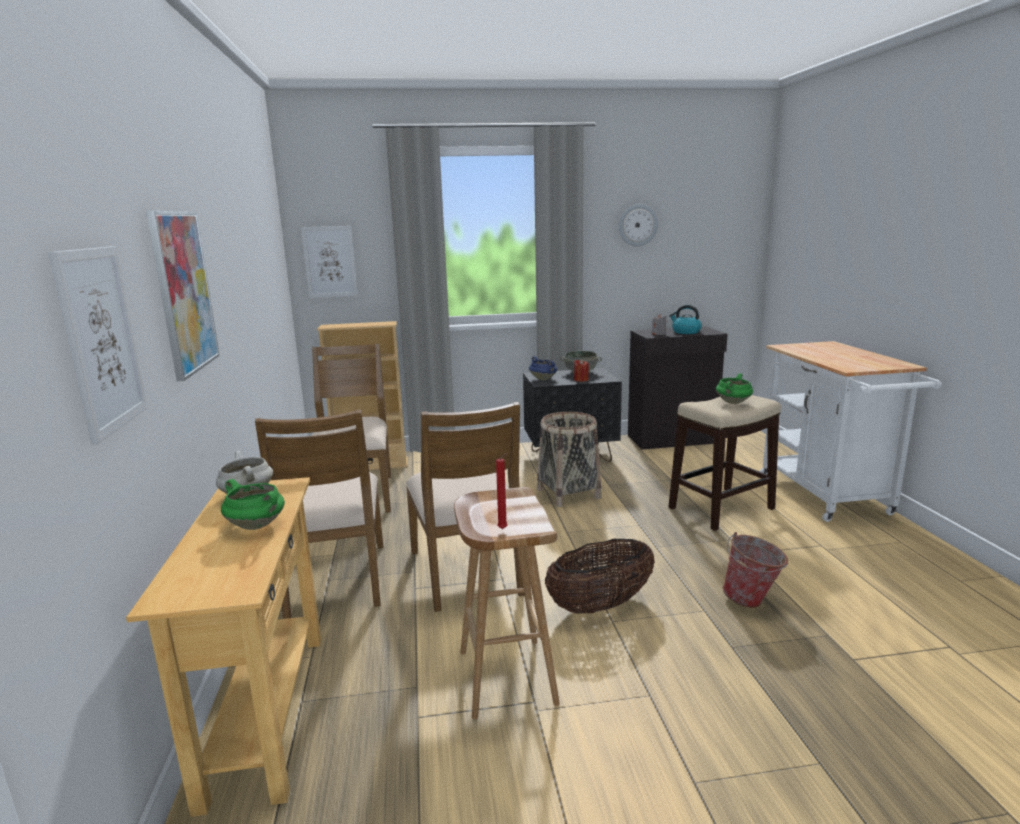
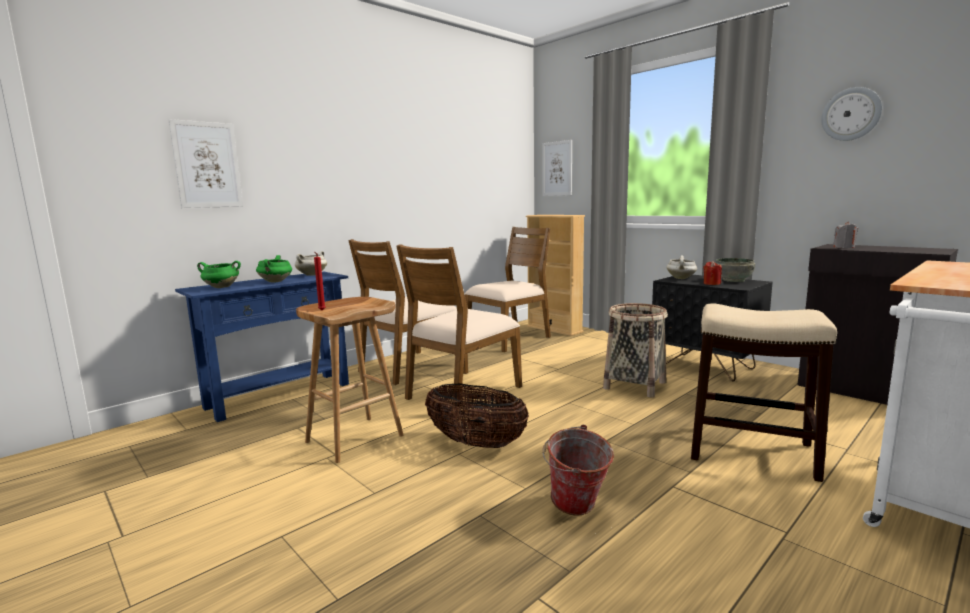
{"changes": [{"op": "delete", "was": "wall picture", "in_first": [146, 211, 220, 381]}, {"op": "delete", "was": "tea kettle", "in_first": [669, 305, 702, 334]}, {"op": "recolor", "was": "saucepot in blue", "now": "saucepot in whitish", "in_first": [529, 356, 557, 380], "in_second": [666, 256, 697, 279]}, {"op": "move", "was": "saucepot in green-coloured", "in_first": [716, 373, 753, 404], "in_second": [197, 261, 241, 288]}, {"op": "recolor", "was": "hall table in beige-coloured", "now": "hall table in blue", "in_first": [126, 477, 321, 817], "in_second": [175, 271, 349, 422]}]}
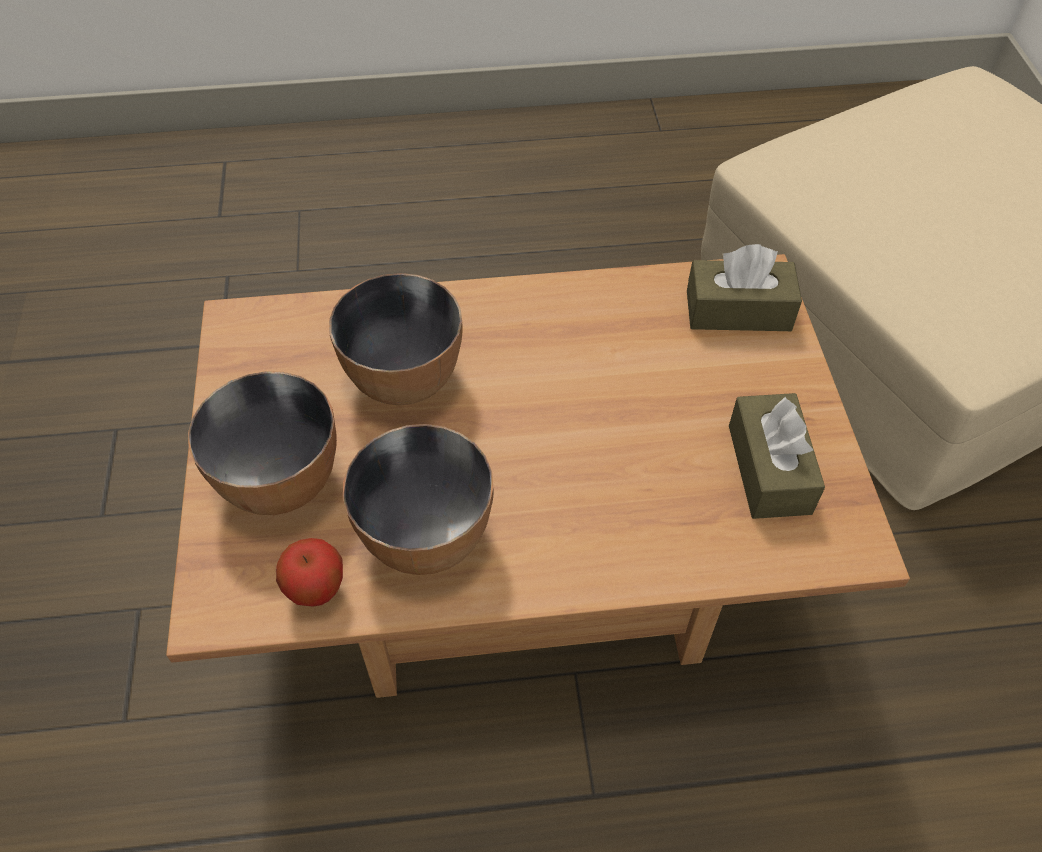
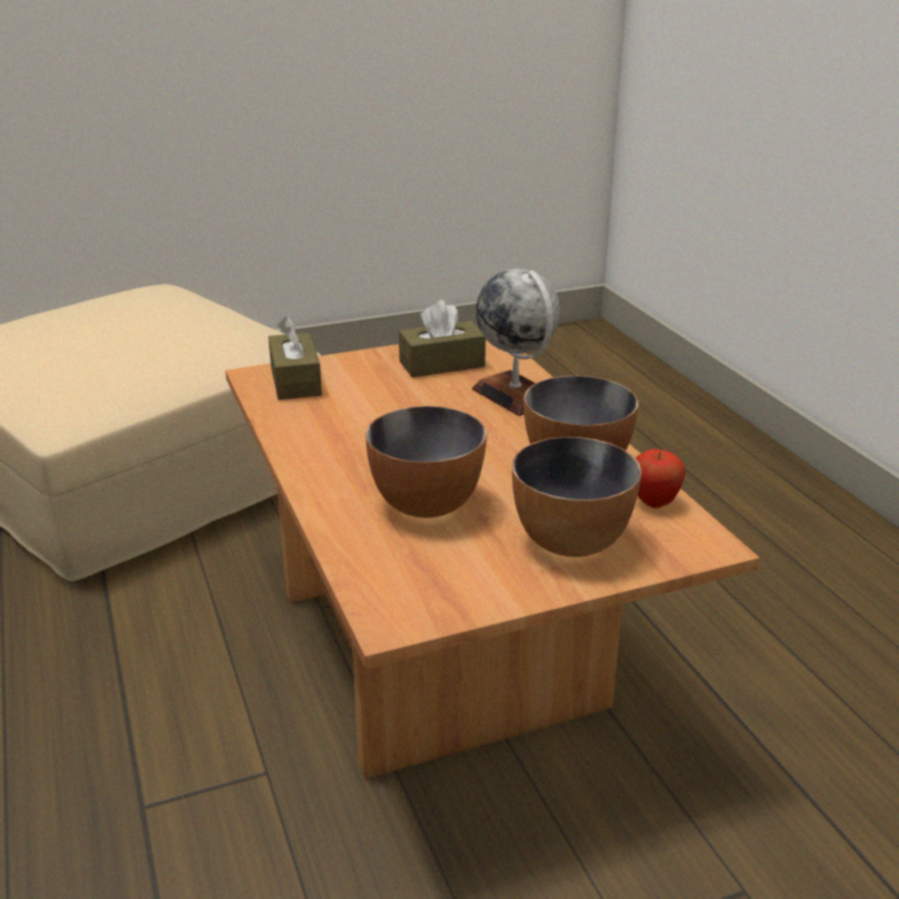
{"changes": [{"op": "insert", "now": "world globe", "in_second": [472, 269, 560, 416]}]}
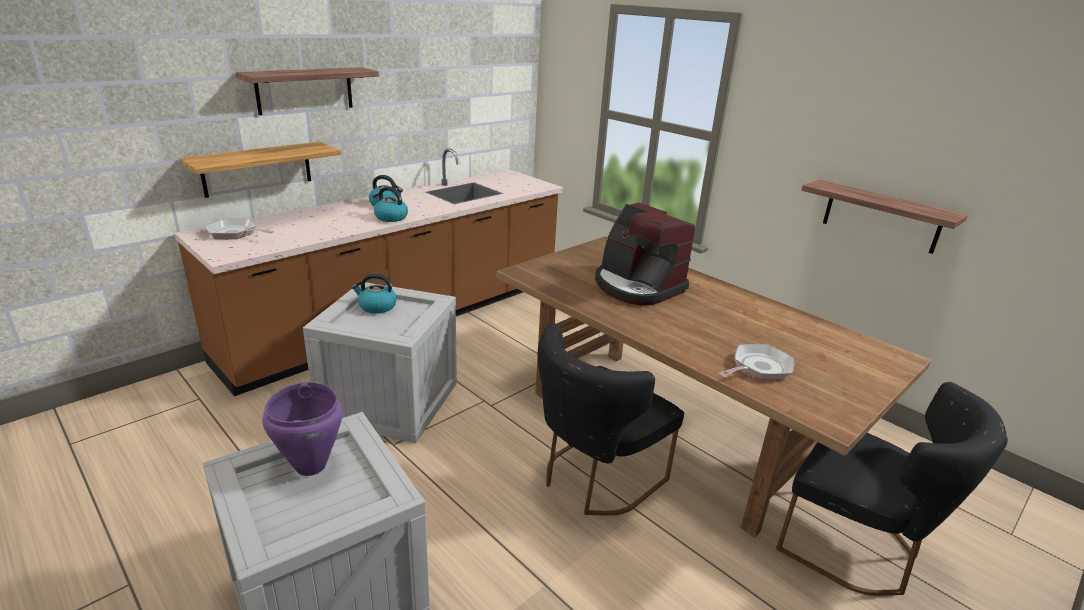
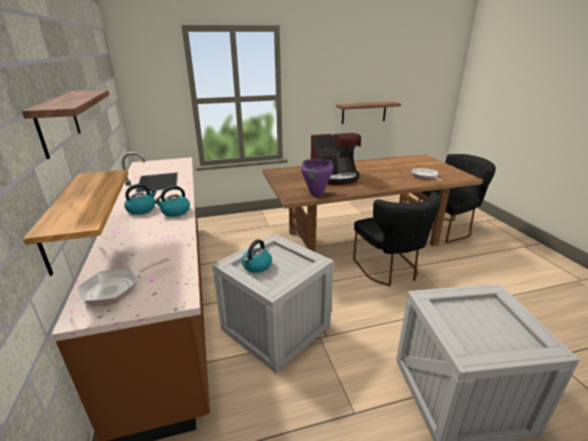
{"changes": [{"op": "move", "was": "saucepot in purple", "in_first": [262, 382, 343, 476], "in_second": [301, 159, 334, 196]}]}
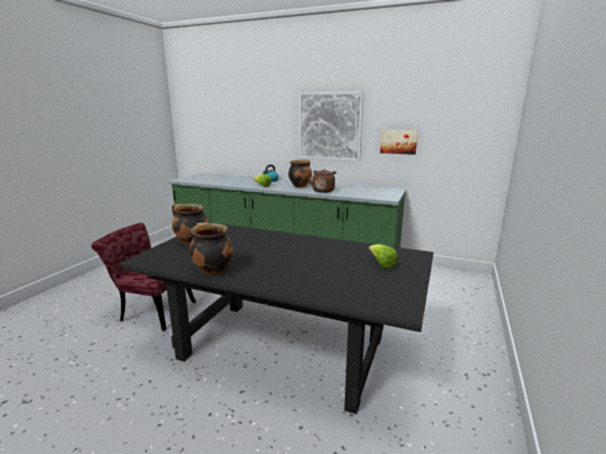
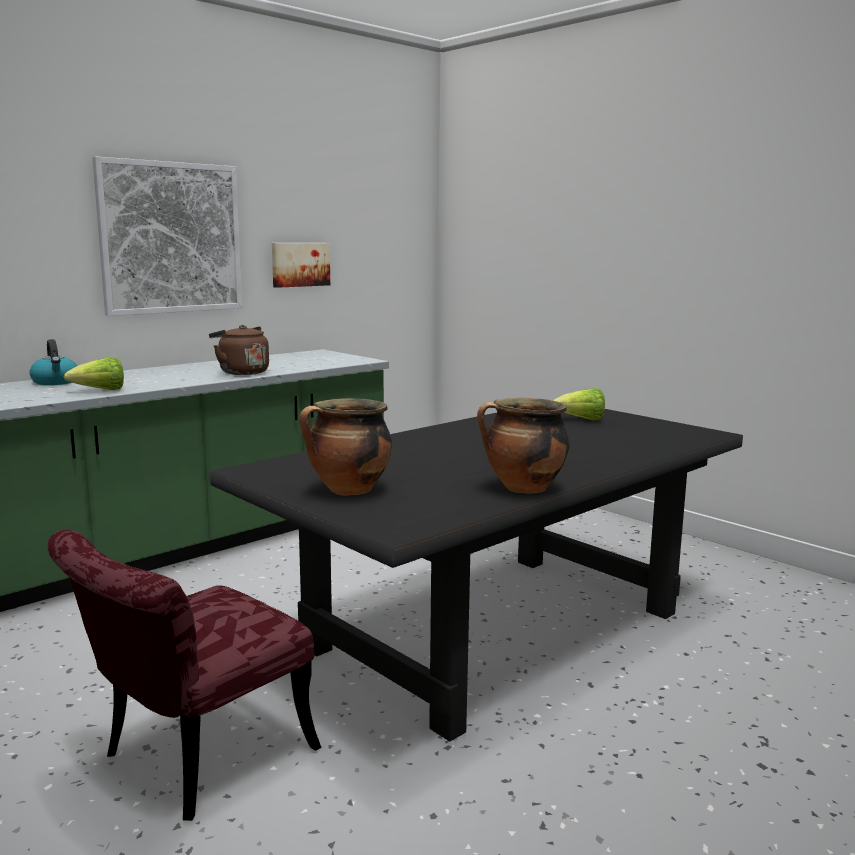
{"changes": [{"op": "delete", "was": "saucepot", "in_first": [288, 159, 312, 188]}]}
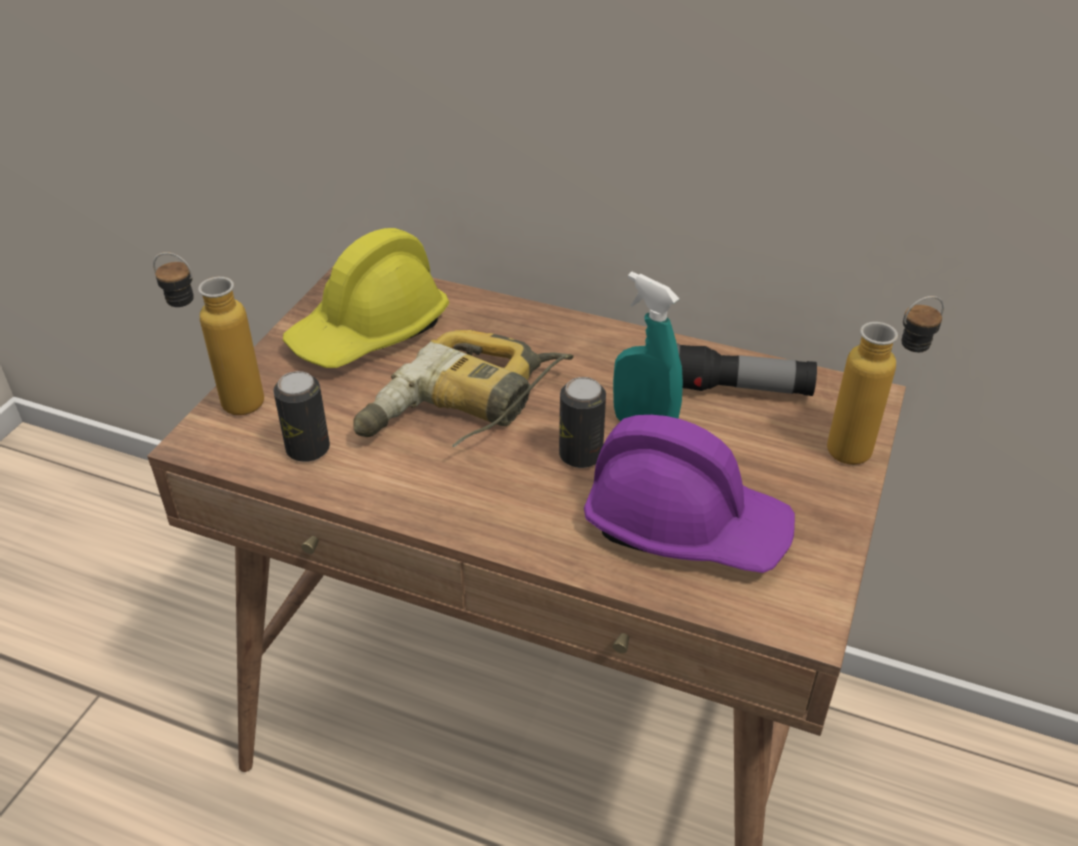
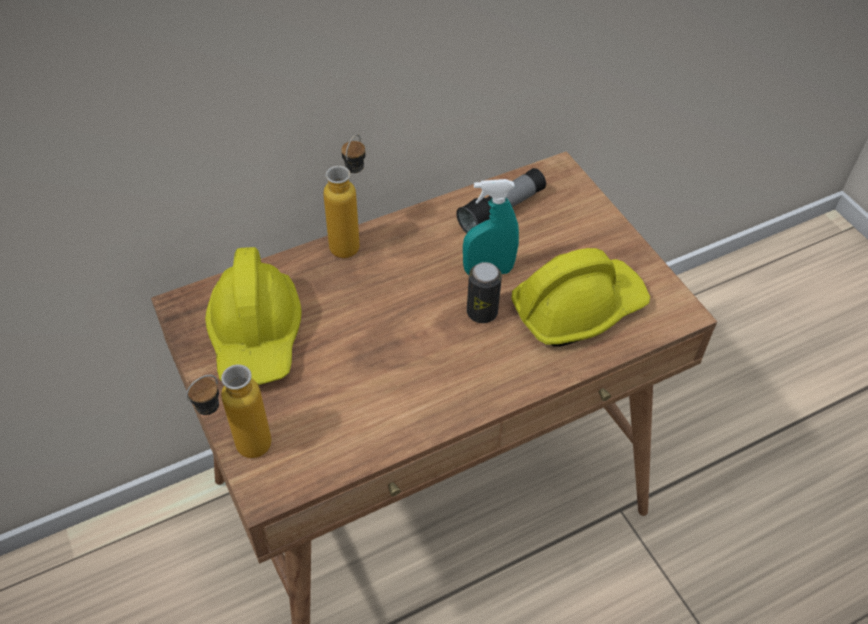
{"changes": [{"op": "move", "was": "beverage bottle", "in_first": [827, 296, 944, 465], "in_second": [323, 134, 366, 258]}, {"op": "delete", "was": "power drill", "in_first": [353, 330, 574, 447]}, {"op": "delete", "was": "sealed can", "in_first": [273, 371, 330, 462]}, {"op": "recolor", "was": "hard hat in purple", "now": "hard hat in yellow", "in_first": [584, 415, 795, 573], "in_second": [512, 248, 650, 347]}]}
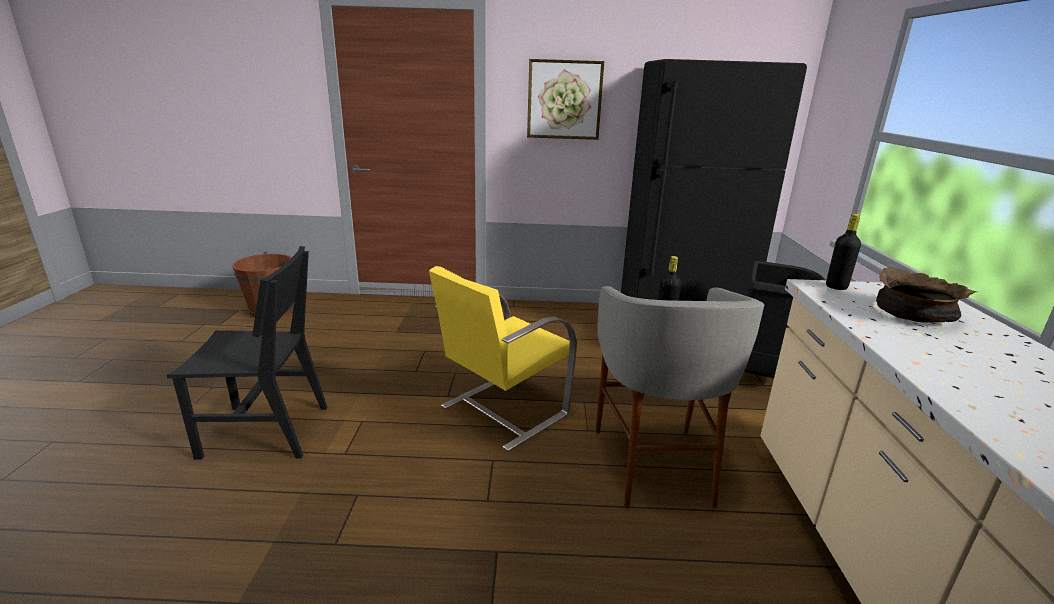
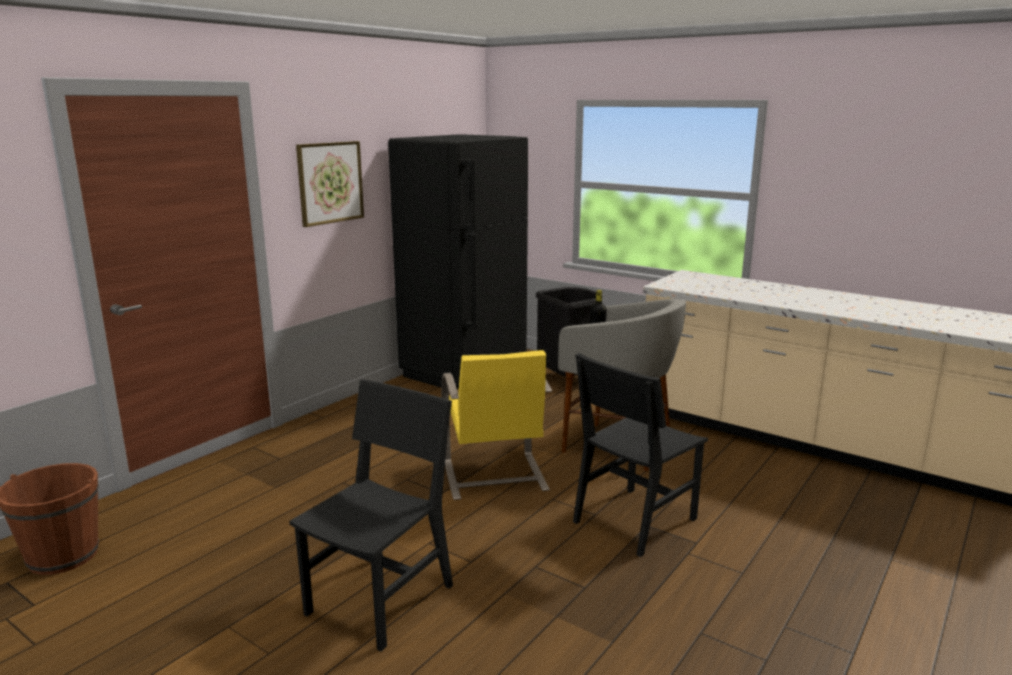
{"changes": [{"op": "delete", "was": "beverage bottle in black", "in_first": [826, 214, 861, 290]}, {"op": "delete", "was": "serving bowl in brown", "in_first": [876, 267, 977, 322]}, {"op": "insert", "now": "upright chair in black", "in_second": [573, 353, 708, 557]}]}
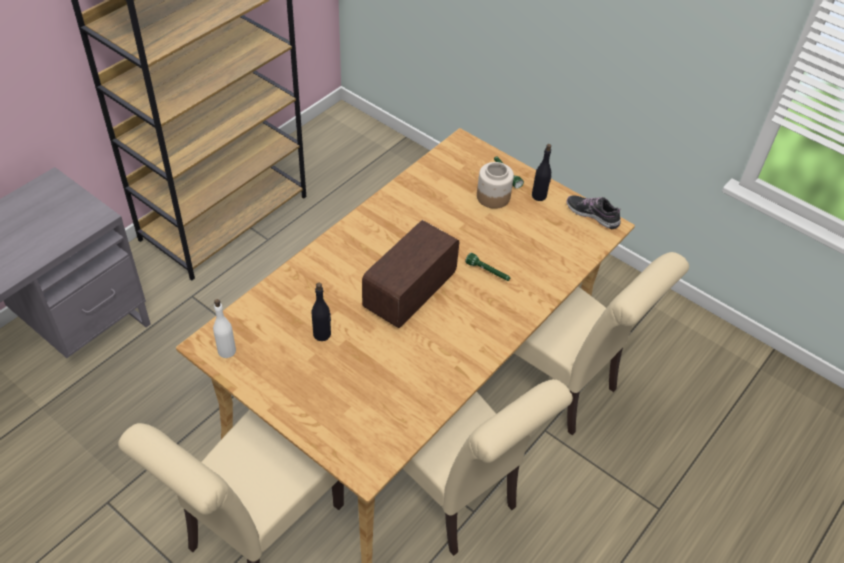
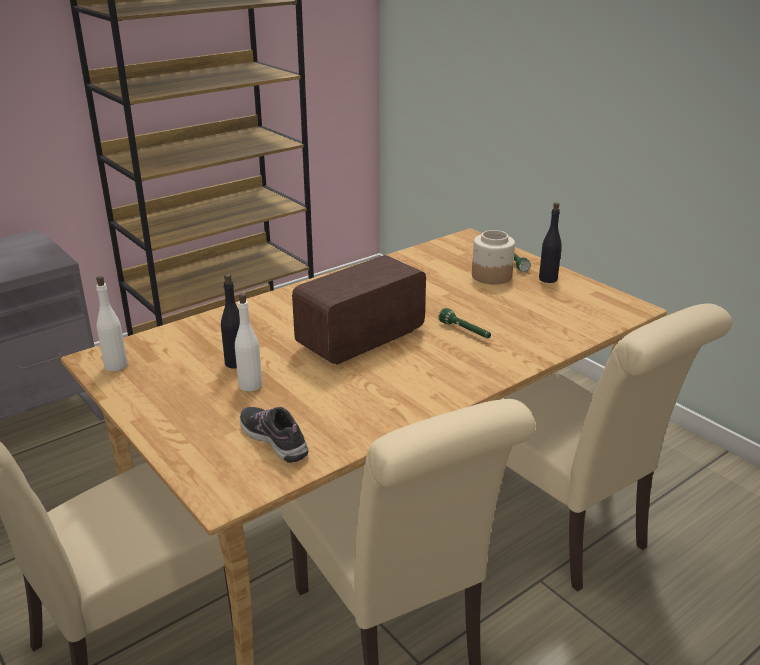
{"changes": [{"op": "move", "was": "shoe", "in_first": [567, 196, 621, 229], "in_second": [240, 407, 309, 463]}, {"op": "insert", "now": "beverage bottle in whitish", "in_second": [235, 293, 262, 391]}]}
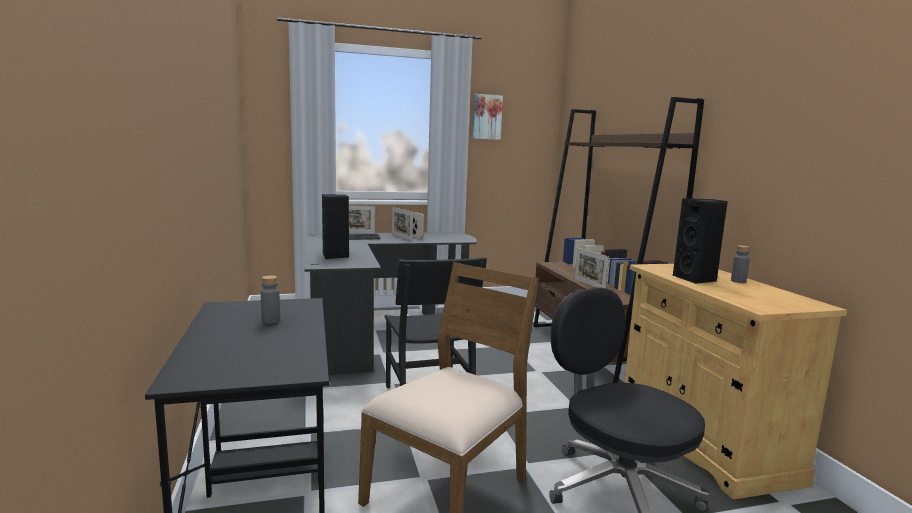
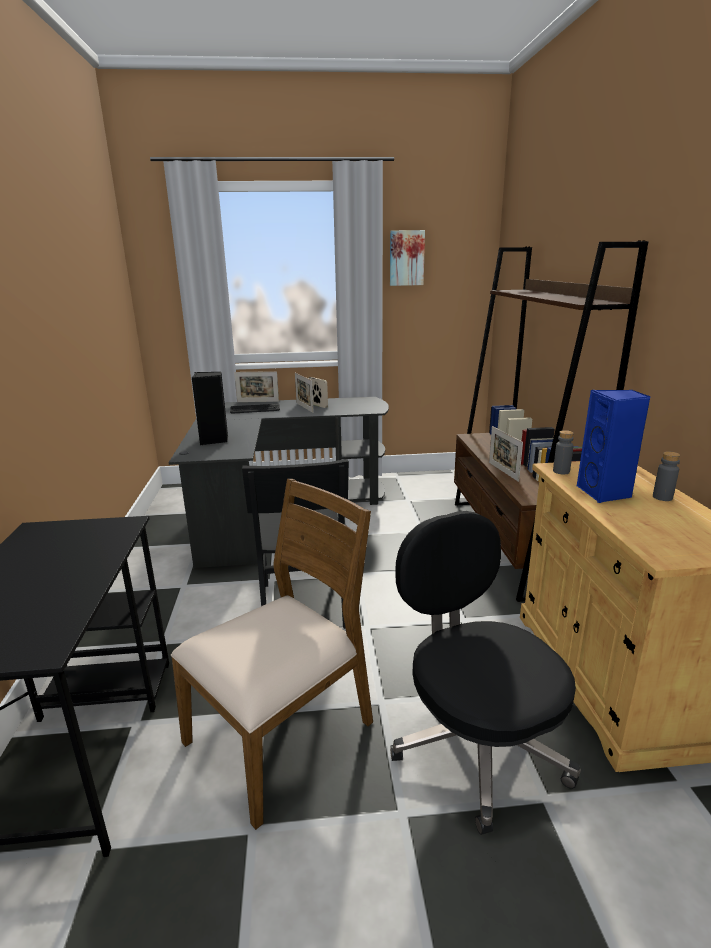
{"changes": [{"op": "recolor", "was": "speaker in black", "now": "speaker in blue", "in_first": [673, 198, 728, 284], "in_second": [577, 390, 650, 503]}, {"op": "move", "was": "beverage bottle in greyish", "in_first": [261, 275, 280, 324], "in_second": [553, 430, 574, 474]}]}
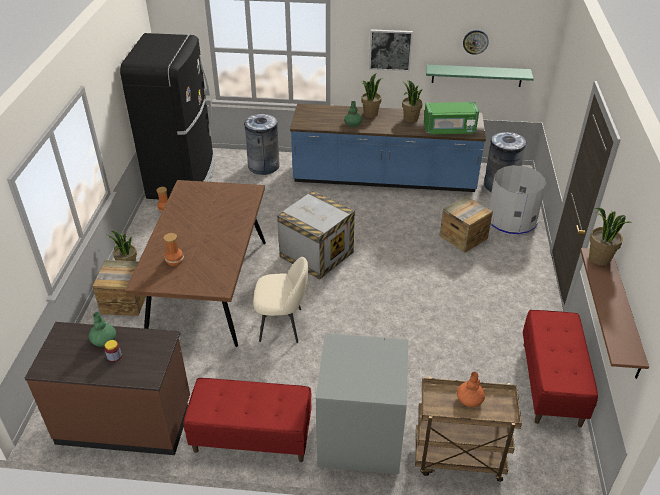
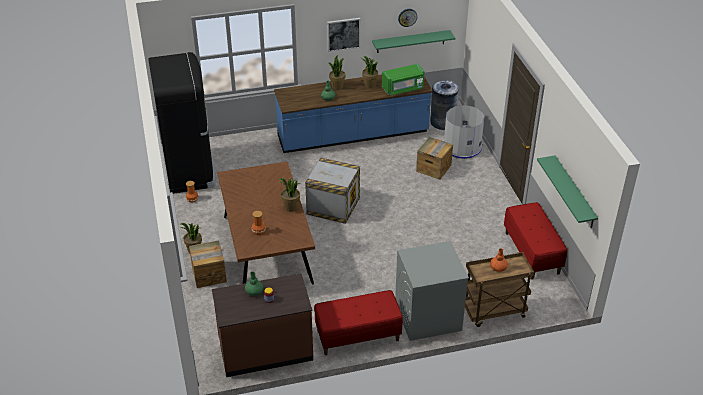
{"changes": [{"op": "delete", "was": "rubbish bin in greyish", "in_first": [244, 114, 280, 175]}, {"op": "move", "was": "potted plant", "in_first": [589, 208, 633, 265], "in_second": [279, 178, 301, 212]}, {"op": "recolor", "was": "bracket shelf in brown", "now": "bracket shelf in green-coloured", "in_first": [580, 248, 649, 379], "in_second": [537, 156, 598, 228]}, {"op": "delete", "was": "upright chair in beige-coloured", "in_first": [253, 257, 308, 343]}]}
